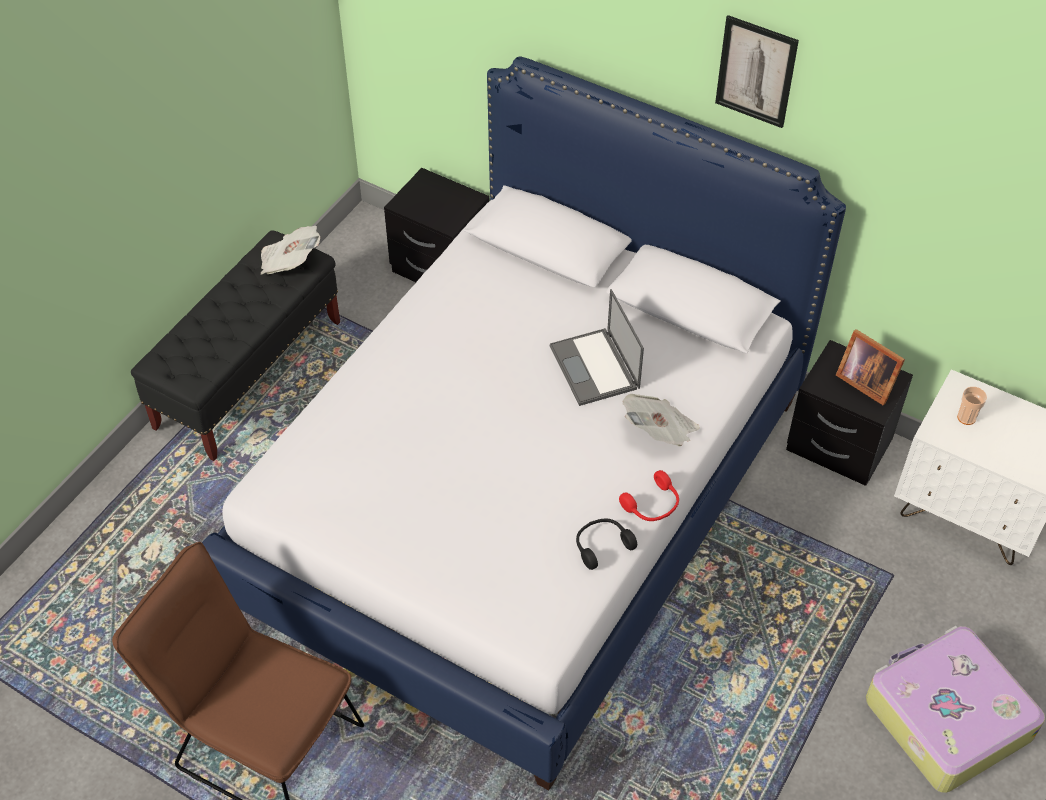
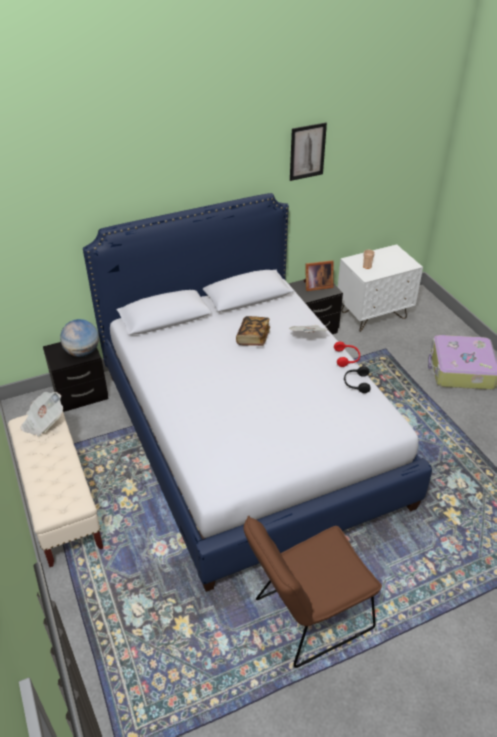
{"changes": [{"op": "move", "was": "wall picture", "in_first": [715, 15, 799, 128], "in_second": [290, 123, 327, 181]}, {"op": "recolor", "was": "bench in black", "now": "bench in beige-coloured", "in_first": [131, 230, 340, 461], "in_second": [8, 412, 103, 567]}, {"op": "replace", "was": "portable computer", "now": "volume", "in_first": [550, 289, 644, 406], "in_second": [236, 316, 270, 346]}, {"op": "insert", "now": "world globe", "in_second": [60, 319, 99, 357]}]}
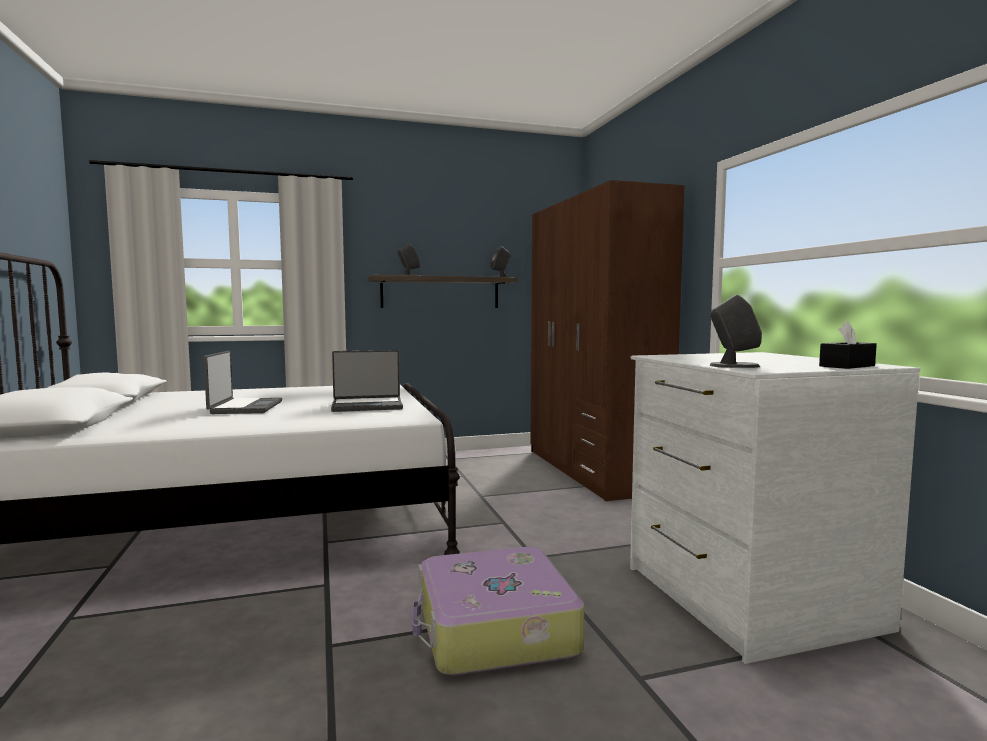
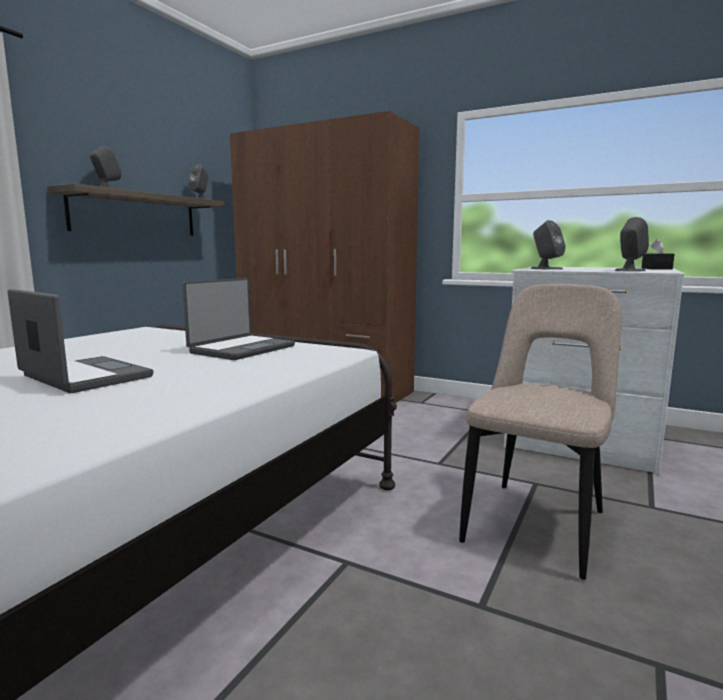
{"changes": [{"op": "replace", "was": "piece of luggage", "now": "upright chair in beige-coloured", "in_first": [413, 547, 584, 675], "in_second": [459, 284, 622, 580]}, {"op": "insert", "now": "speaker in greyish", "in_second": [531, 220, 566, 270]}]}
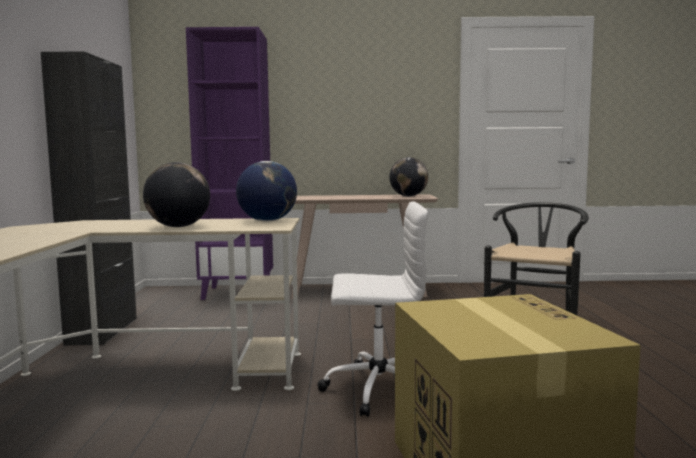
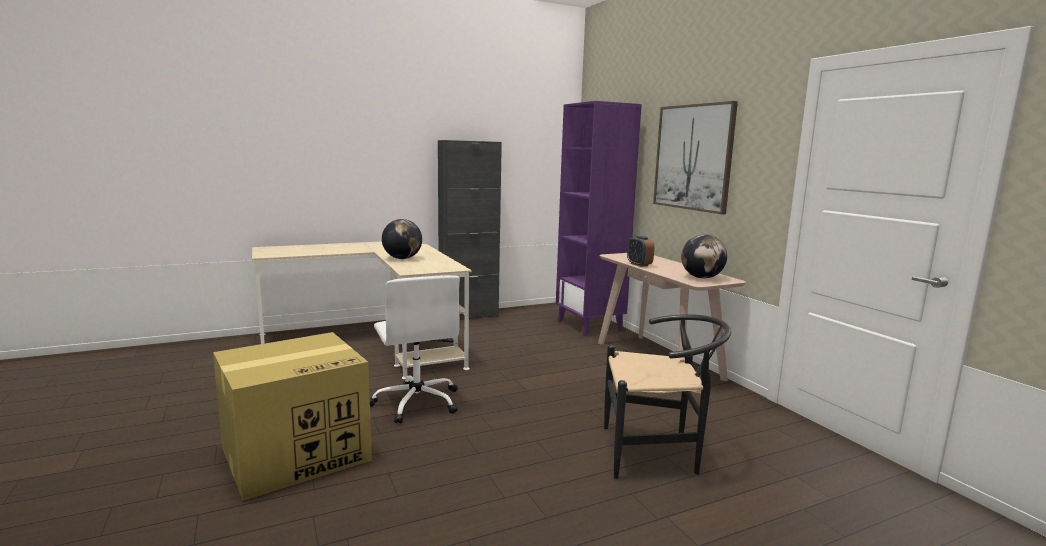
{"changes": [{"op": "delete", "was": "world globe", "in_first": [236, 161, 297, 222]}, {"op": "insert", "now": "wall picture", "in_second": [653, 101, 738, 214]}, {"op": "insert", "now": "alarm clock", "in_second": [627, 236, 654, 267]}]}
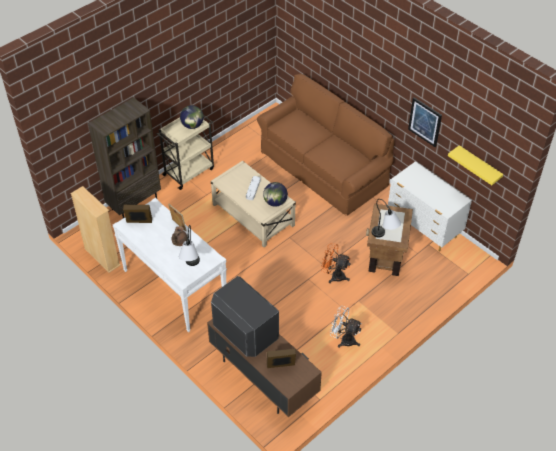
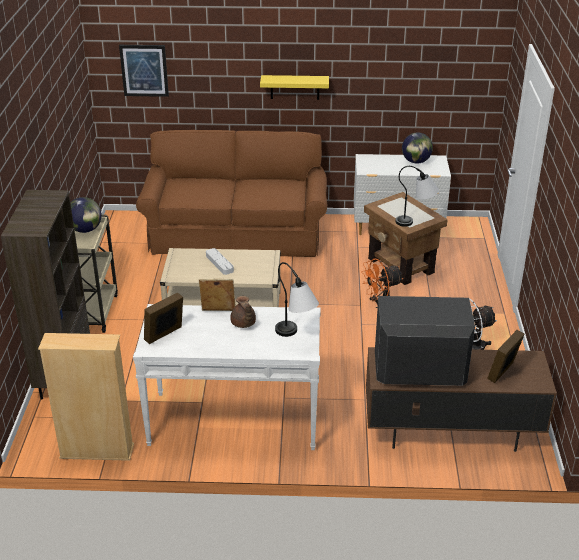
{"changes": [{"op": "move", "was": "wall picture", "in_first": [408, 97, 442, 147], "in_second": [119, 45, 169, 97]}, {"op": "move", "was": "bracket shelf in yellow", "in_first": [448, 145, 503, 185], "in_second": [260, 75, 329, 100]}, {"op": "move", "was": "world globe", "in_first": [263, 182, 288, 207], "in_second": [402, 132, 433, 164]}]}
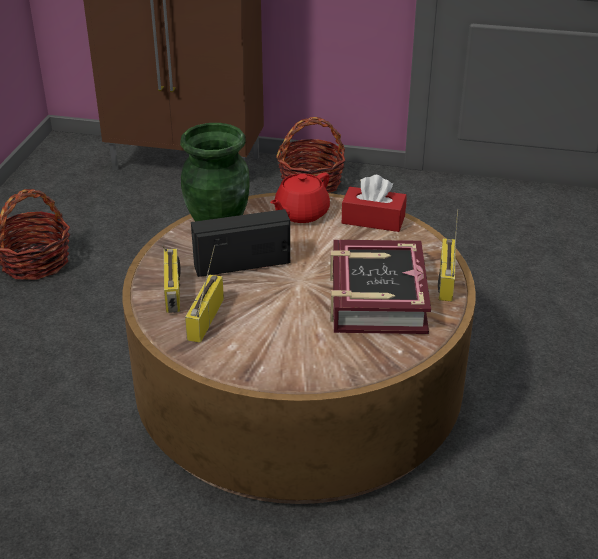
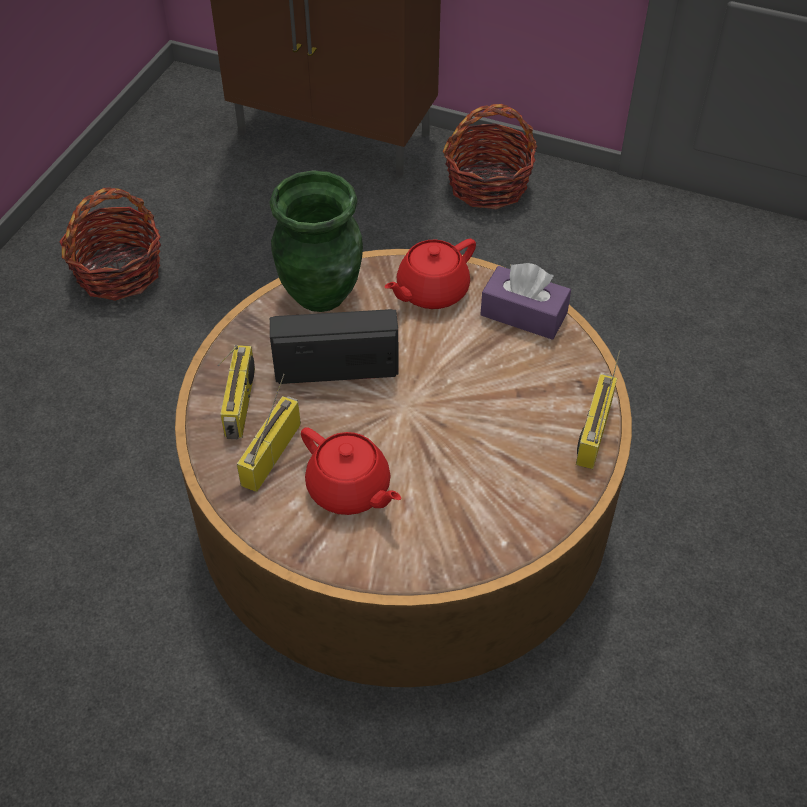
{"changes": [{"op": "recolor", "was": "tissue holder in red", "now": "tissue holder in purple", "in_first": [342, 175, 407, 232], "in_second": [480, 263, 571, 340]}, {"op": "delete", "was": "volume", "in_first": [330, 240, 431, 334]}, {"op": "insert", "now": "tea pot in red", "in_second": [301, 427, 401, 515]}]}
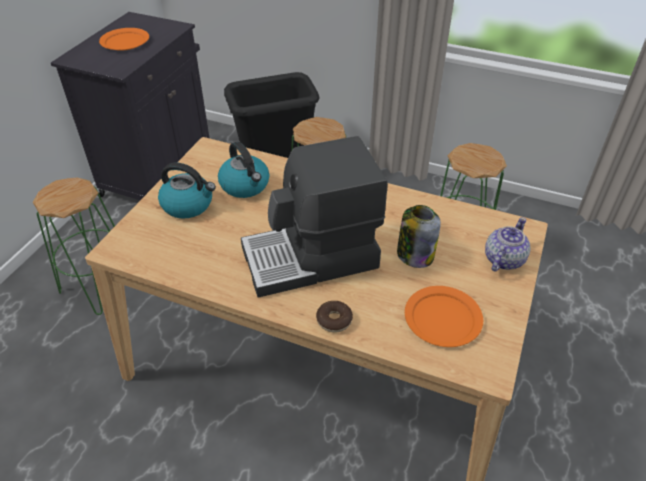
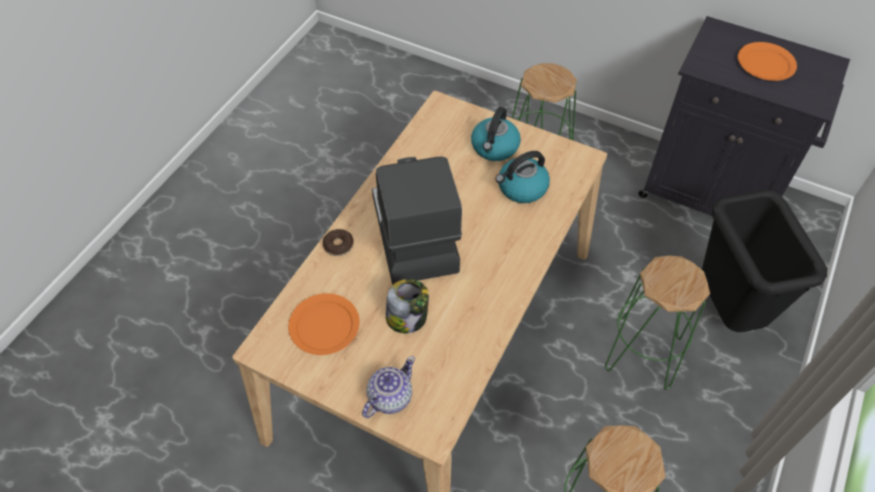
{"changes": [{"op": "rotate", "was": "tea pot", "in_first": [485, 217, 531, 272], "in_second": [362, 356, 415, 418], "clockwise": -90}]}
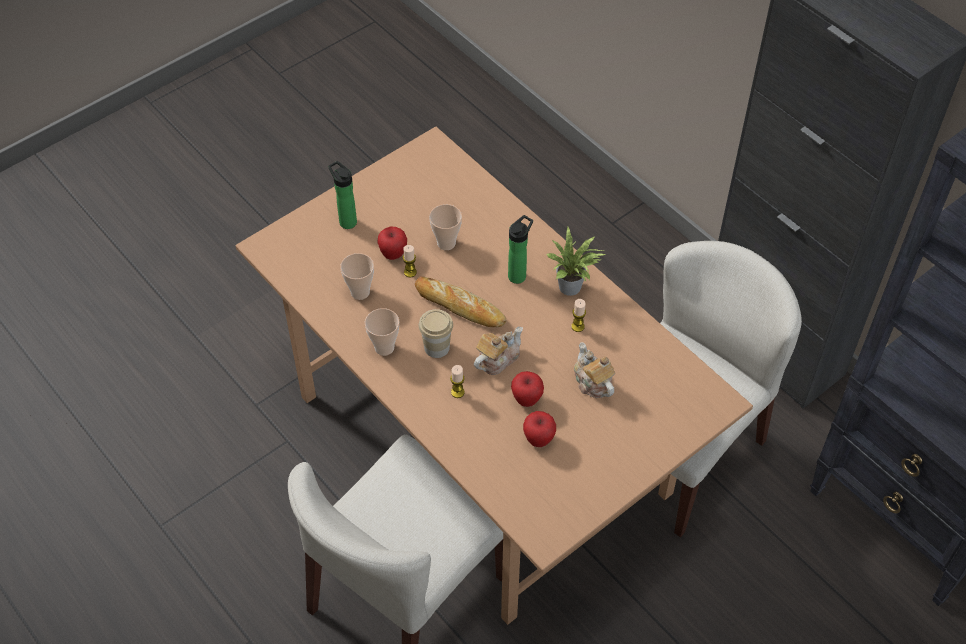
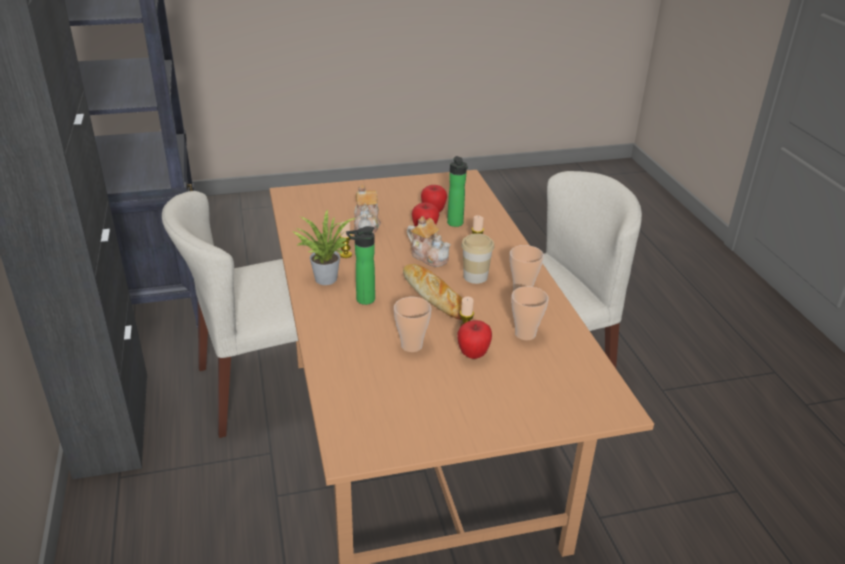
{"changes": [{"op": "move", "was": "beverage bottle", "in_first": [328, 161, 357, 229], "in_second": [447, 156, 468, 227]}, {"op": "rotate", "was": "tea pot", "in_first": [474, 326, 523, 375], "in_second": [407, 216, 451, 267], "clockwise": -120}]}
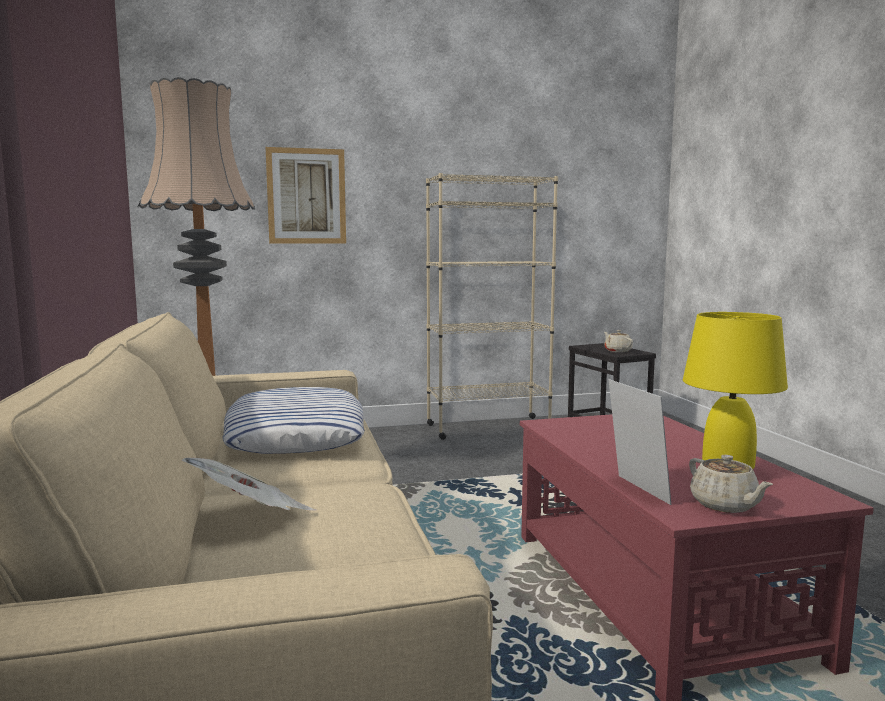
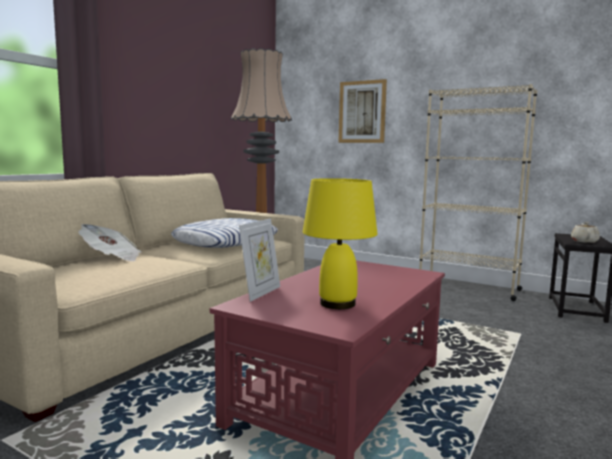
{"changes": [{"op": "delete", "was": "tea pot in beige-coloured", "in_first": [689, 455, 773, 513]}]}
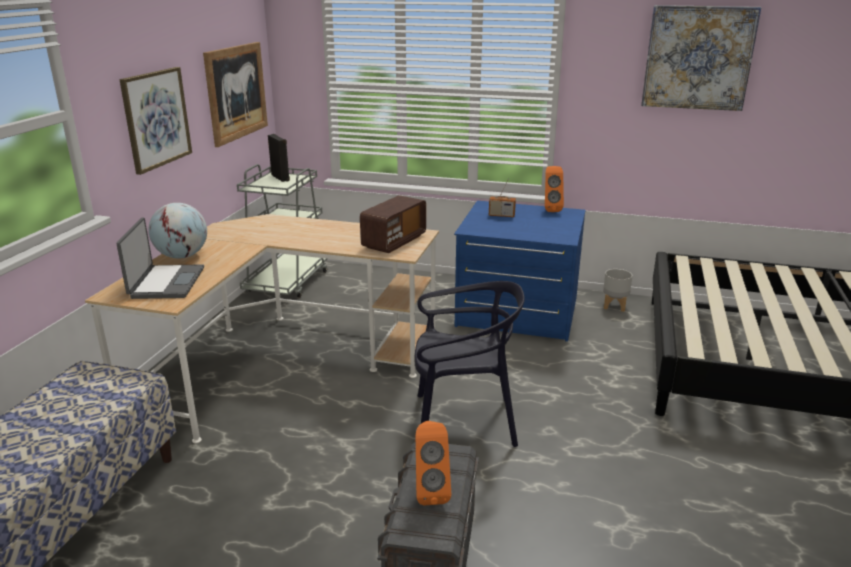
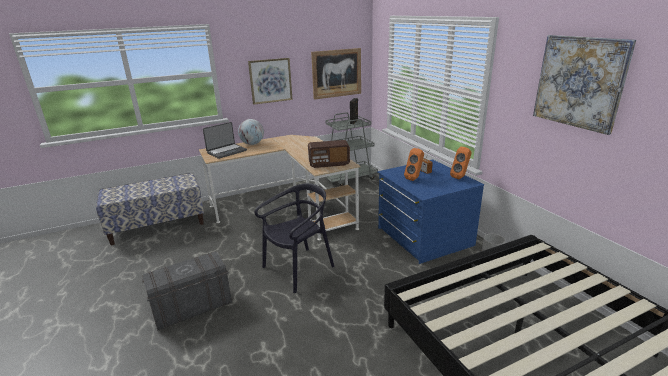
{"changes": [{"op": "rotate", "was": "upright chair in black", "in_first": [414, 281, 525, 447], "in_second": [255, 183, 334, 293], "clockwise": -90}, {"op": "move", "was": "speaker in orange-coloured", "in_first": [416, 421, 451, 506], "in_second": [404, 148, 424, 181]}]}
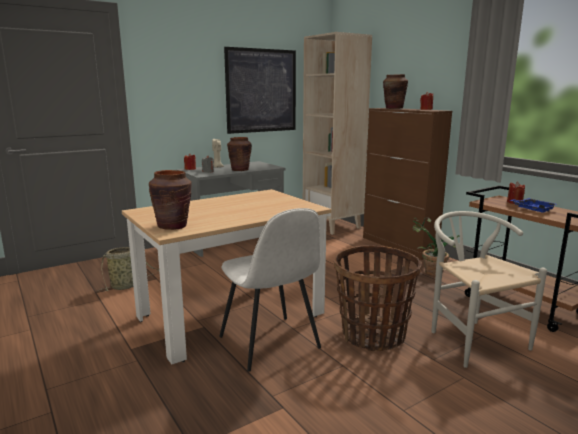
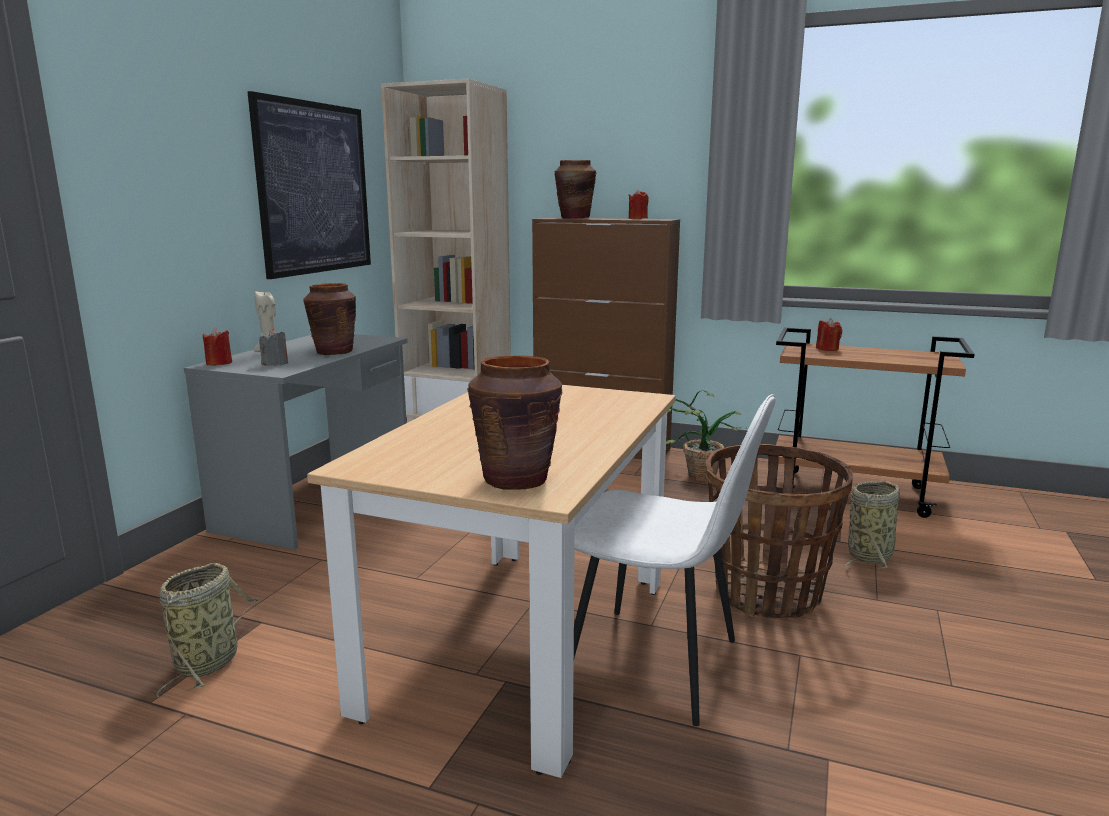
{"changes": [{"op": "delete", "was": "serving tray in blue", "in_first": [510, 198, 557, 213]}, {"op": "replace", "was": "upright chair in whitish", "now": "household basket", "in_first": [431, 211, 547, 368], "in_second": [846, 481, 900, 570]}]}
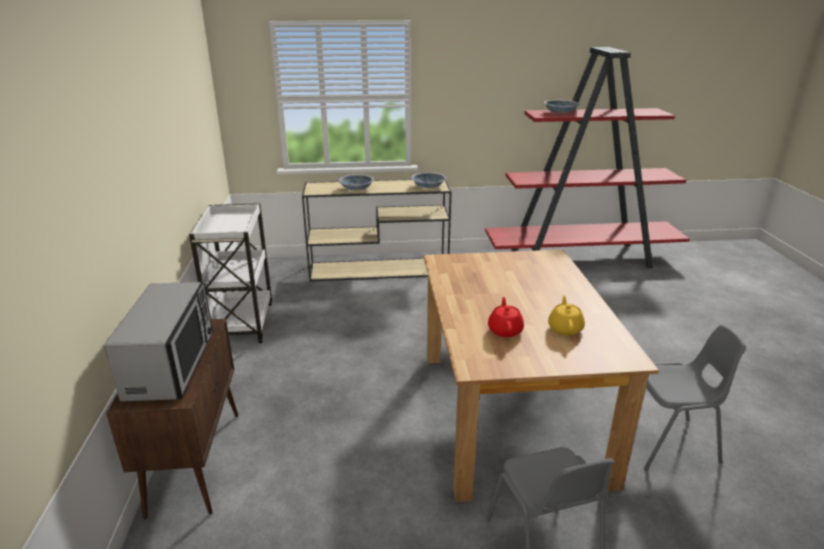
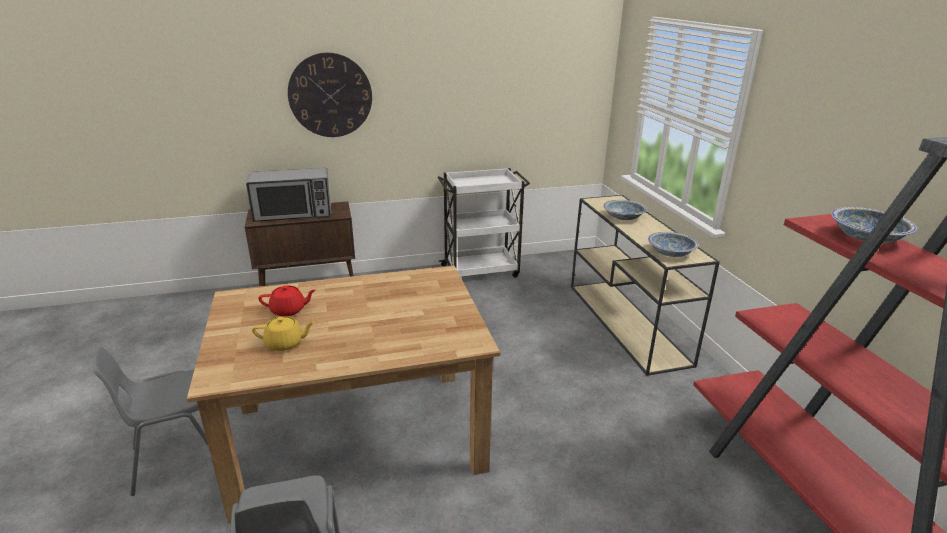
{"changes": [{"op": "insert", "now": "wall clock", "in_second": [288, 53, 372, 137]}]}
